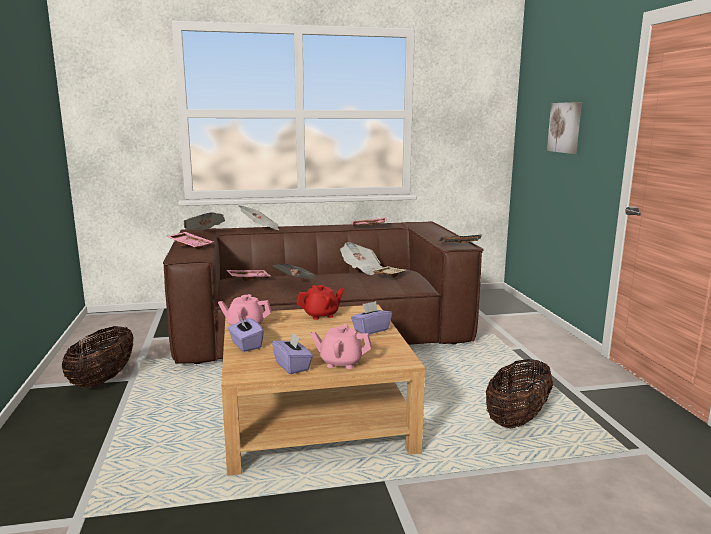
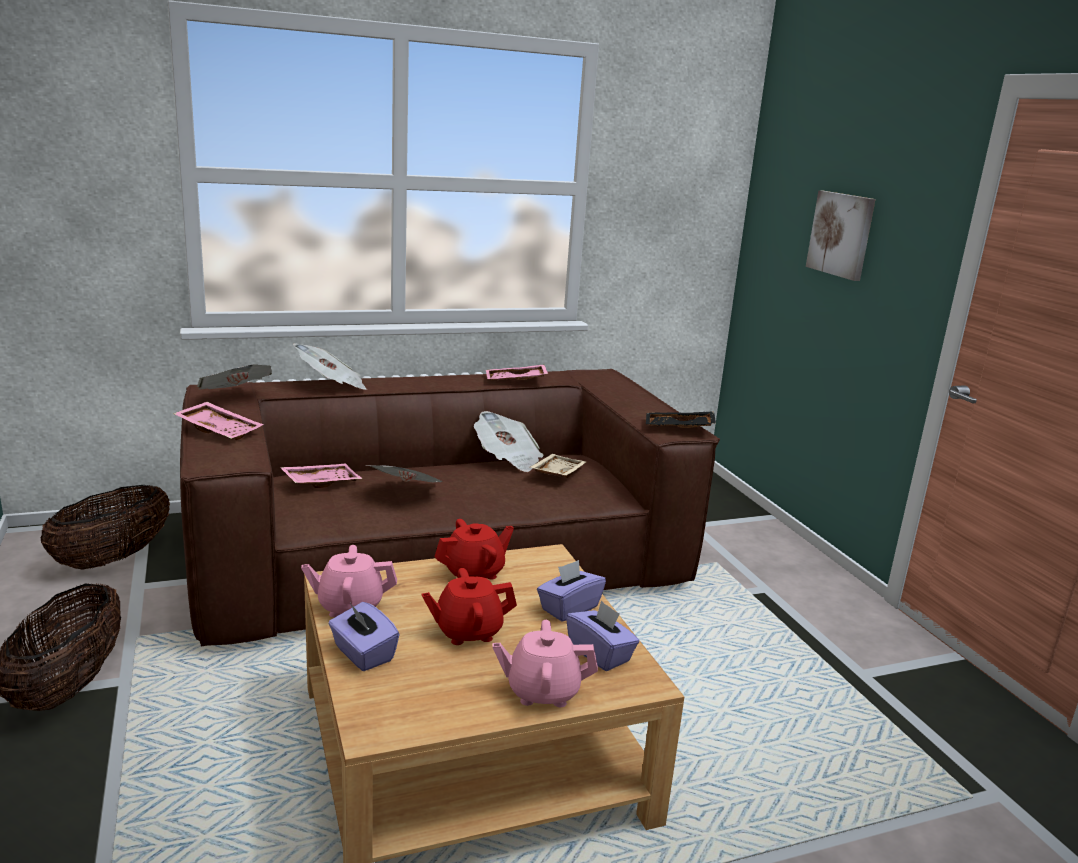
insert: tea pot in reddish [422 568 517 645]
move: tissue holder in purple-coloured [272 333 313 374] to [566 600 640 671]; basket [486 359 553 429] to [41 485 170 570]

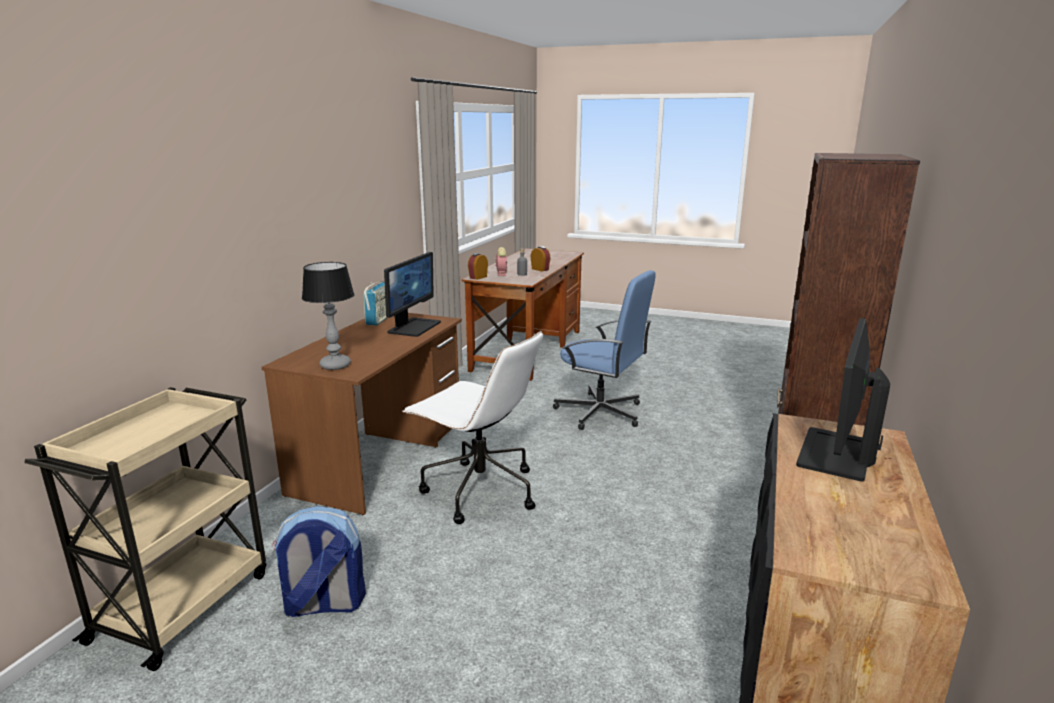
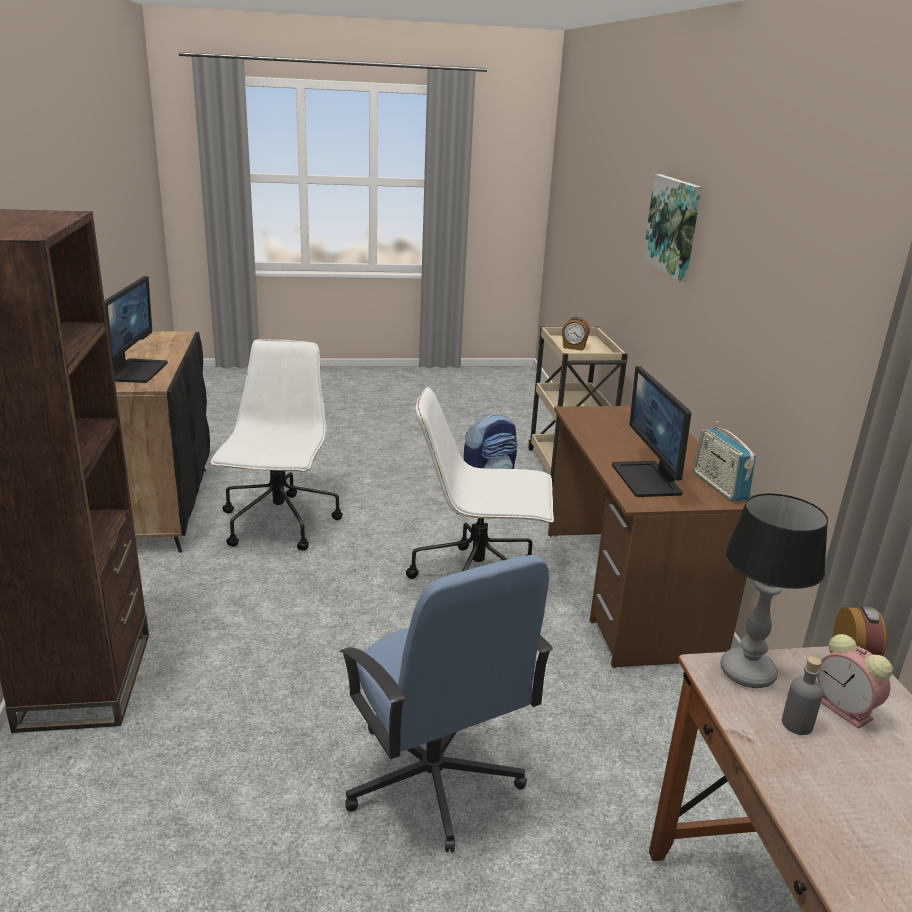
insert: office chair in white-coloured [211 339 343 551]; wall picture [643 174 702 282]
move: table lamp [302 262 354 370] to [720 493 828 688]; table clock [530 246 551 272] to [562 317 590 351]
rotate: office chair in blue-coloured [553 270 656 430] = [339 555 553 853] 120 degrees counterclockwise

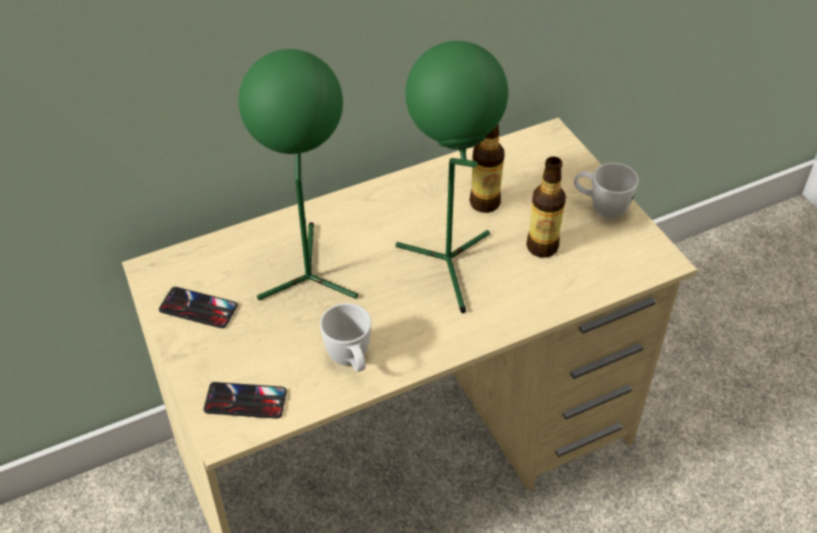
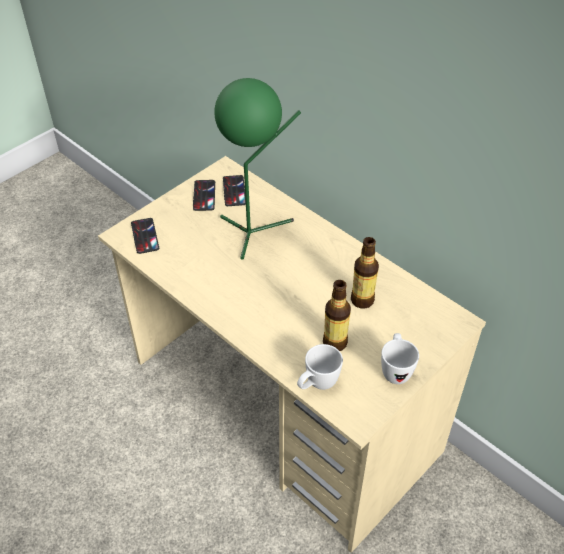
delete: table lamp in greenish [396 41 508 313]
insert: phone [223 175 246 206]
move: coffee mug in white-coloured [320 303 371 372] to [297 344 343 390]

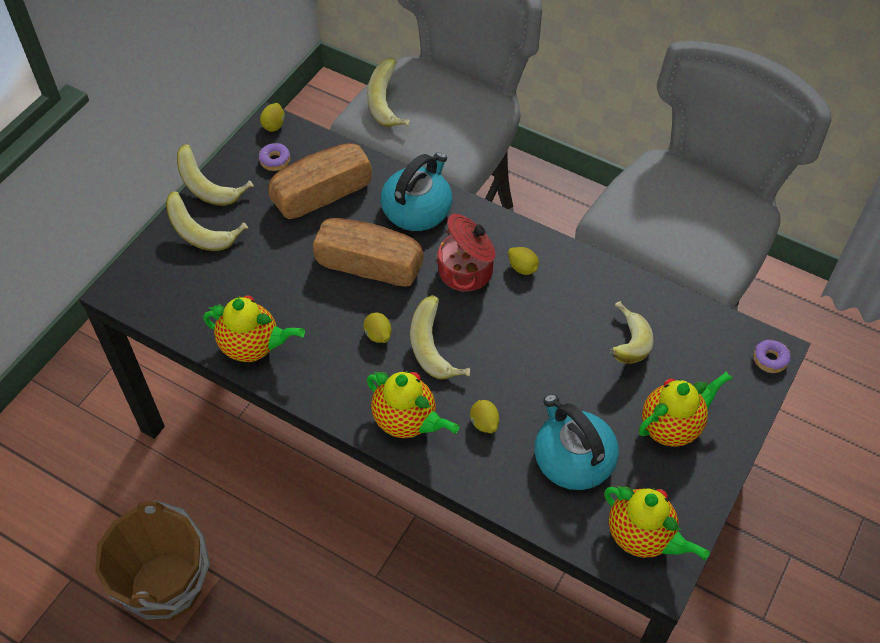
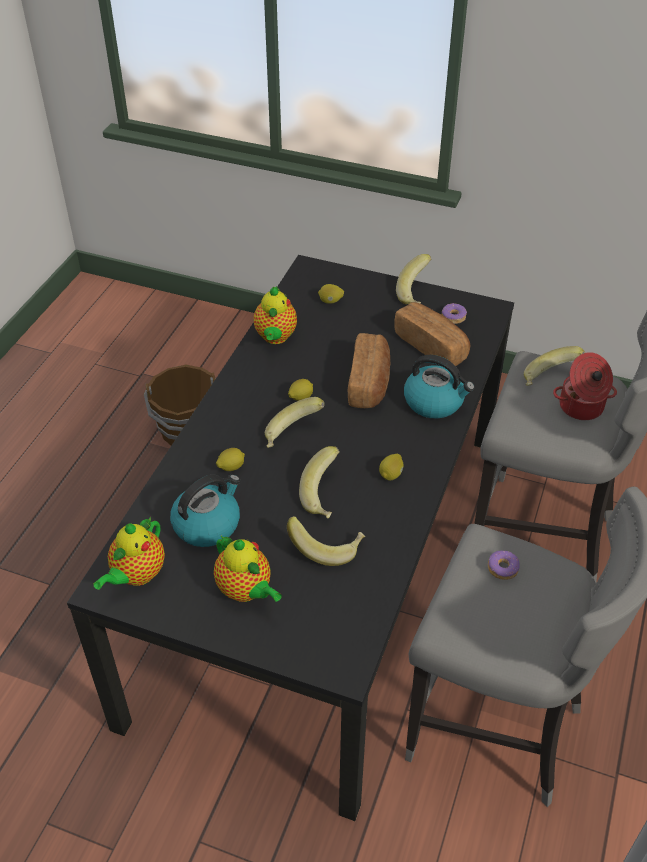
delete: tea pot [367 371 460 438]
move: banana fruit [166 191 248 251] to [299 446 339 518]; citrus fruit [260 103 285 132] to [318 284 344 304]; saucepot [436 214 495 292] to [553 352 617 420]; doughnut [753 340 791 373] to [488 551 520 580]

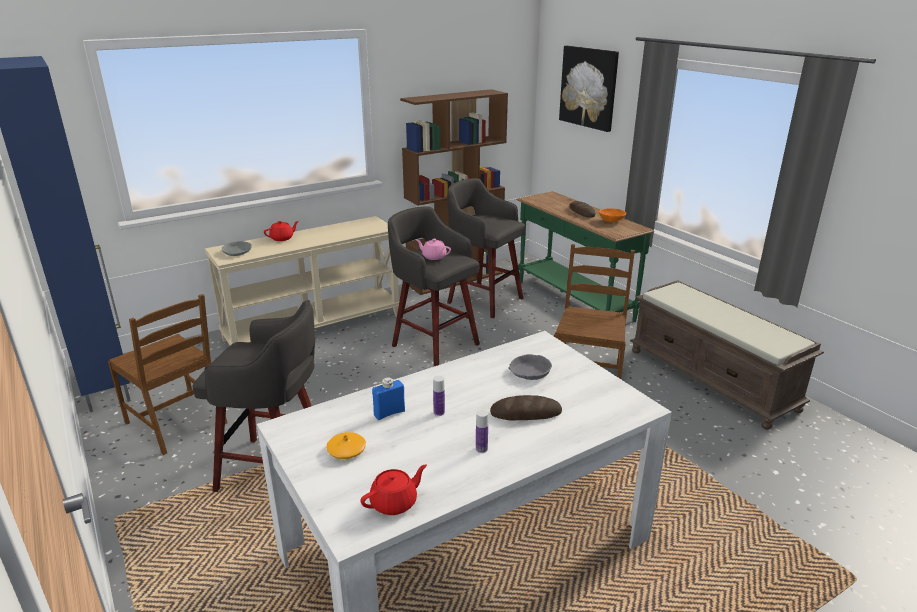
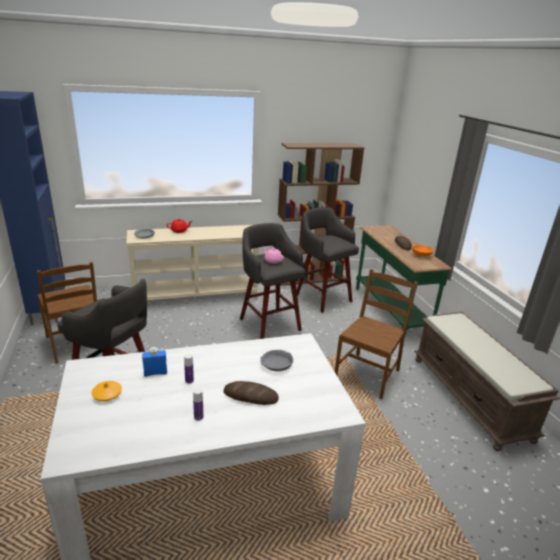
delete: tea pot in reddish [360 464 427 515]; wall picture [559 46 619 132]

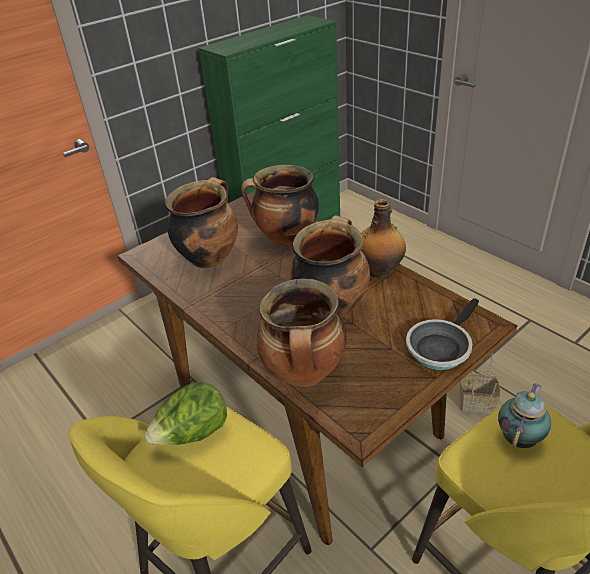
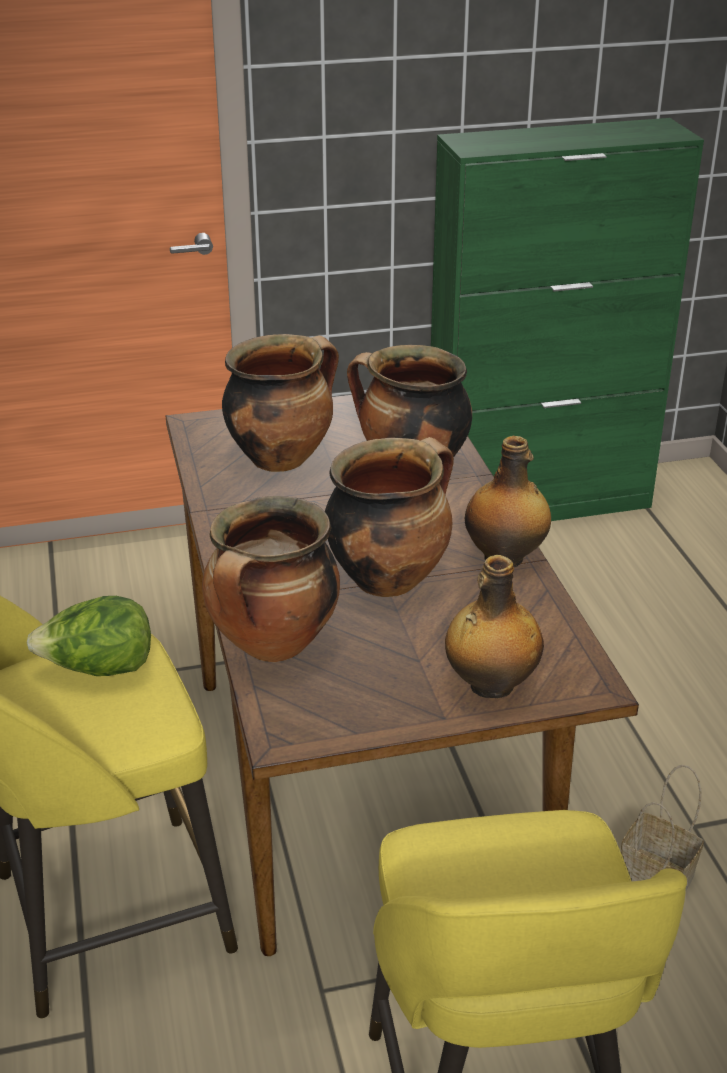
delete: tea pot [498 383 551 448]
replace: skillet [406 298 479 370] to drink bottle [445 555 544 698]

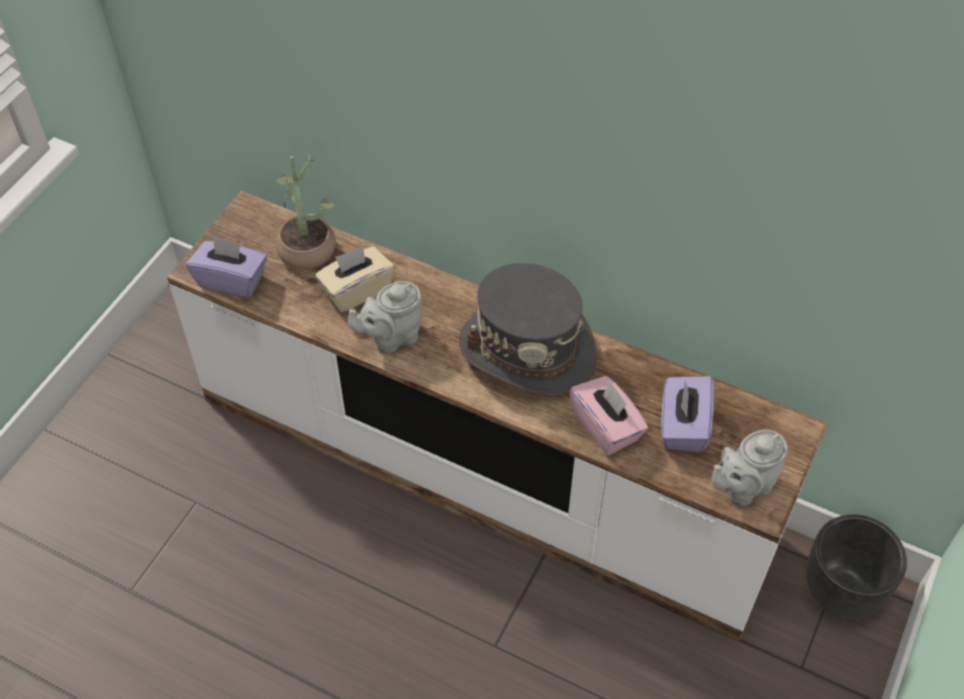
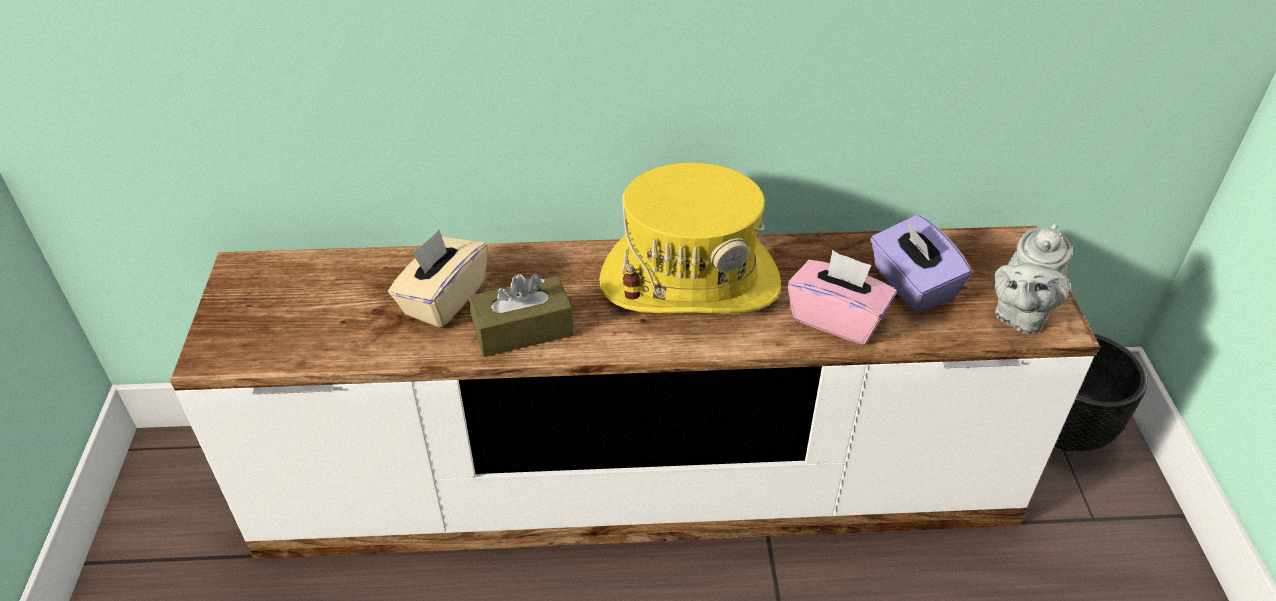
delete: tissue holder in purple-coloured [186 236 267 298]; houseplant [276 155 336 270]
replace: tea pot in greyish [348 281 423 353] to tissue holder in brown [469 274 574 357]
recolor: wearable hat in greyish [459 263 596 396] to wearable hat in yellow [599 163 781 314]

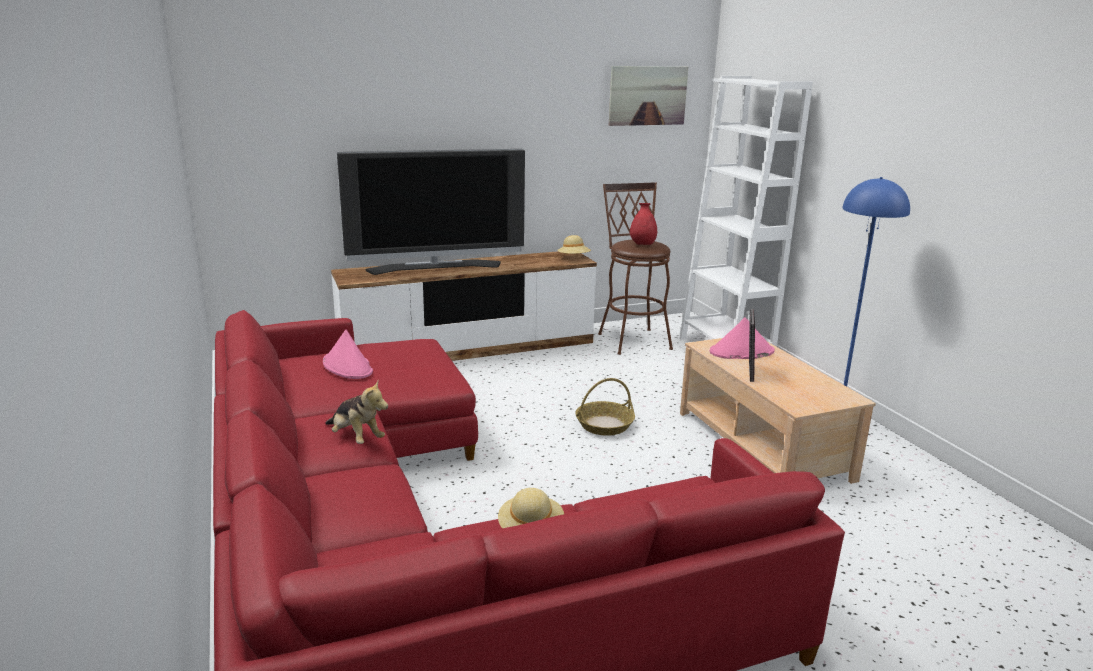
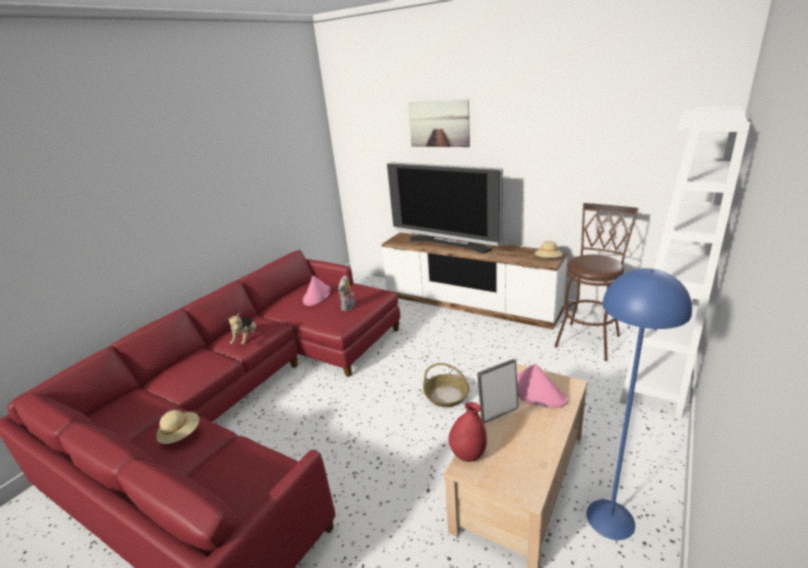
insert: soft toy [338 275 355 311]
move: wall picture [609 66 688 126] to [408 99 470 147]; decorative vase in reddish [630 203 657 245] to [448 402 487 462]

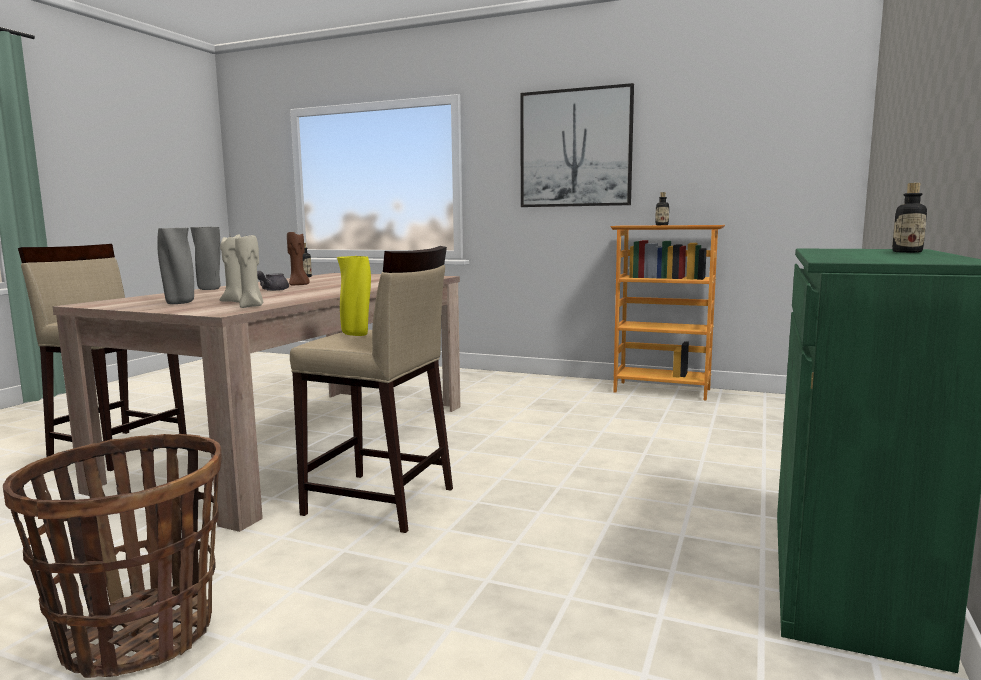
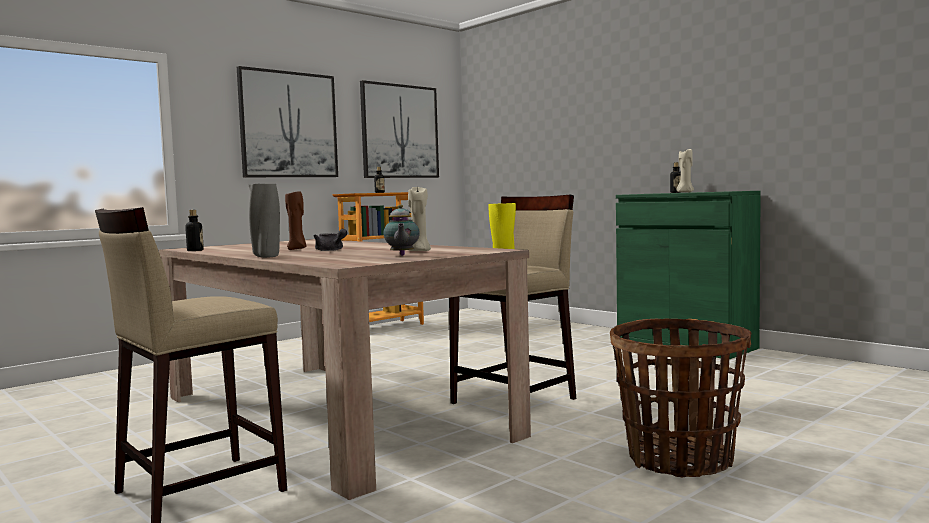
insert: wall picture [360 80 439 178]
move: wax candle in beige-coloured [235 235 263 308] to [677 148 694 192]
replace: decorative vase in greyish [157 228 194 304] to tea pot [383 205 420 256]

